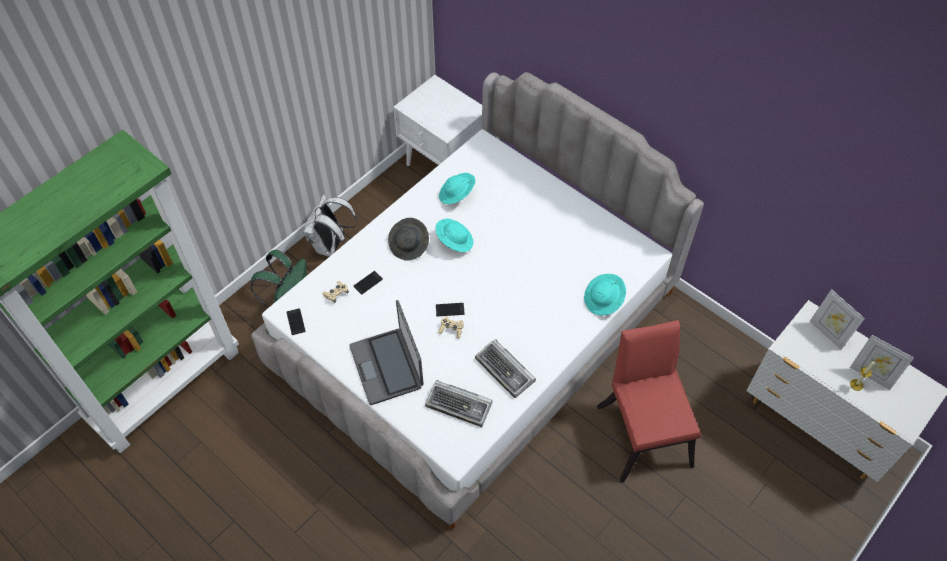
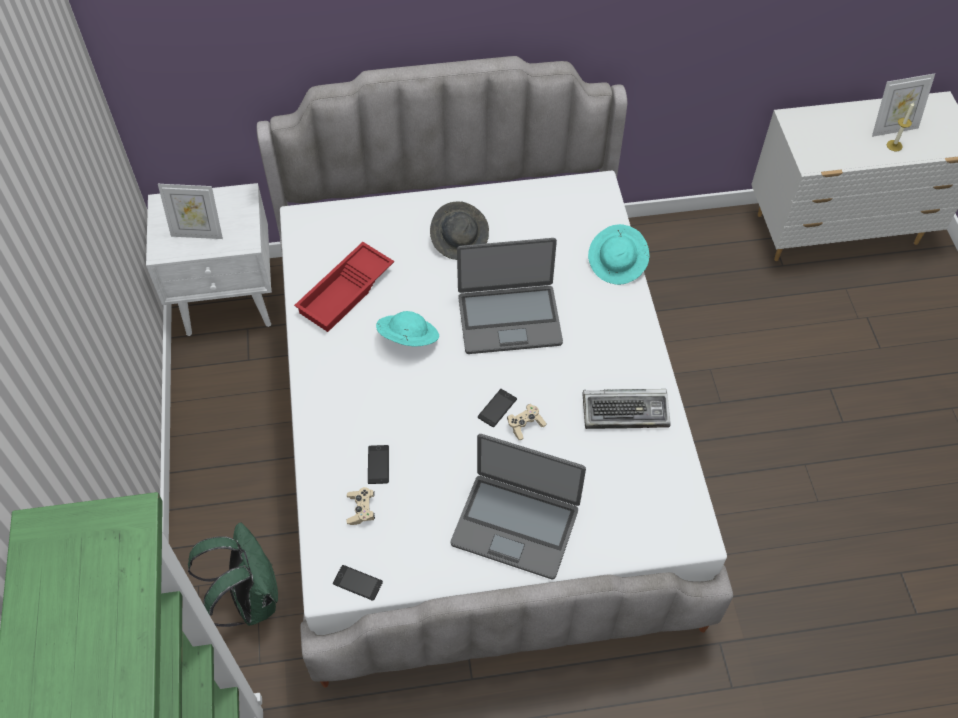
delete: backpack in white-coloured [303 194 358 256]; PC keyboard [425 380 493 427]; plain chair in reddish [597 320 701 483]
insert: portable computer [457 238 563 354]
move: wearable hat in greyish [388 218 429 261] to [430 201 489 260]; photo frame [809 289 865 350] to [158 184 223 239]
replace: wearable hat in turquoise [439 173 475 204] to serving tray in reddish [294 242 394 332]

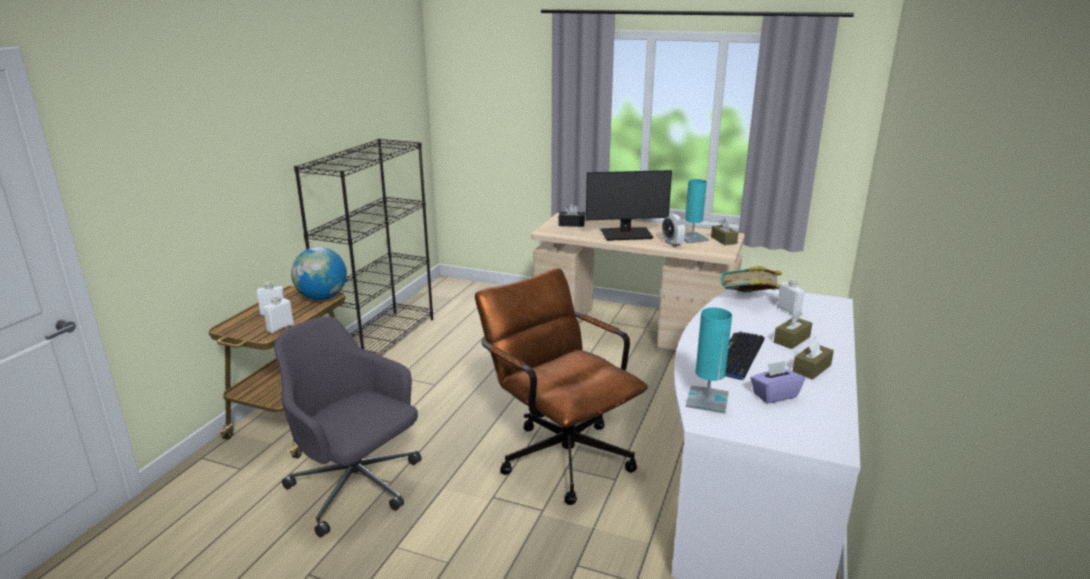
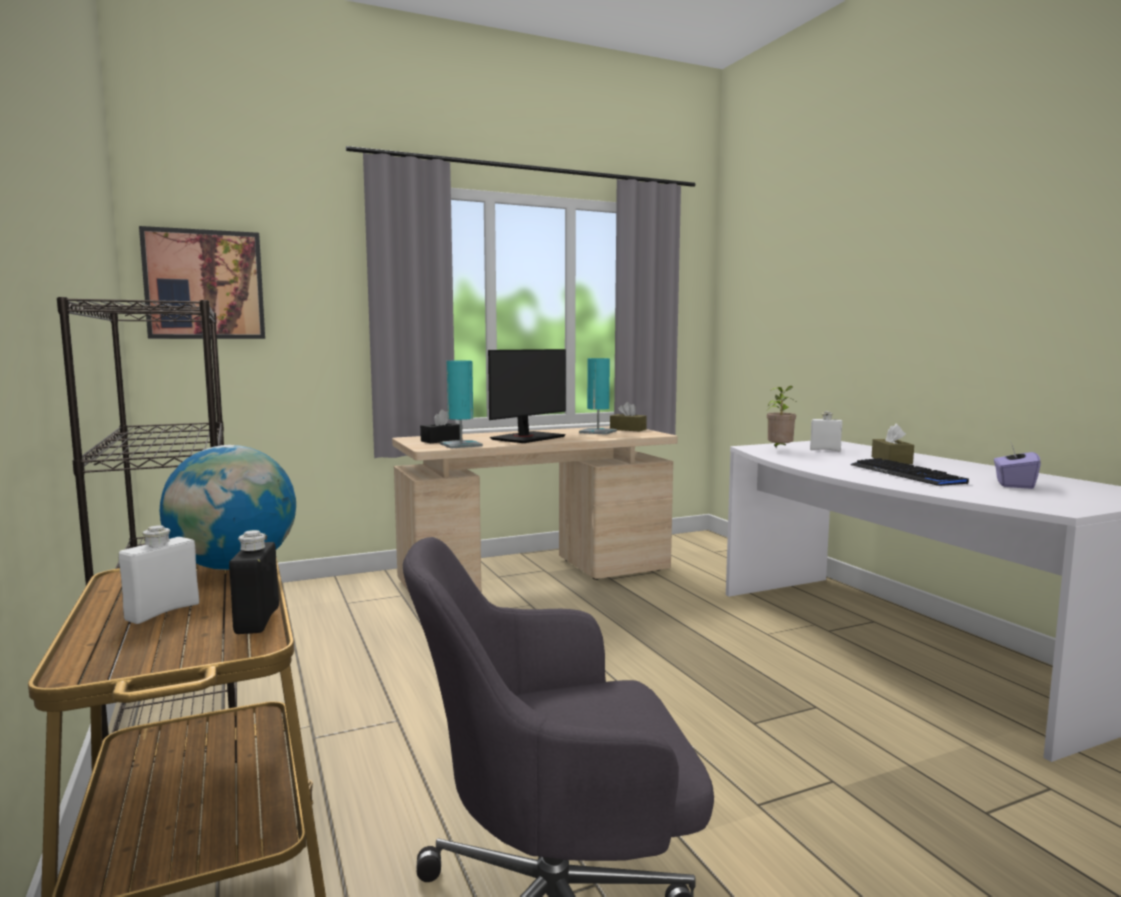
delete: office chair in brown [475 268 648 505]; table clock [662 214 686 247]; tissue holder in brown [792 337 834 380]
insert: wall picture [139 226 265 339]
move: table lamp in turquoise [686 307 732 413] to [440 361 483 449]
replace: bound book [721 266 782 293] to houseplant [767 386 796 448]
recolor: drink bottle in white-coloured [263 295 294 333] to drink bottle in black [229 530 279 634]

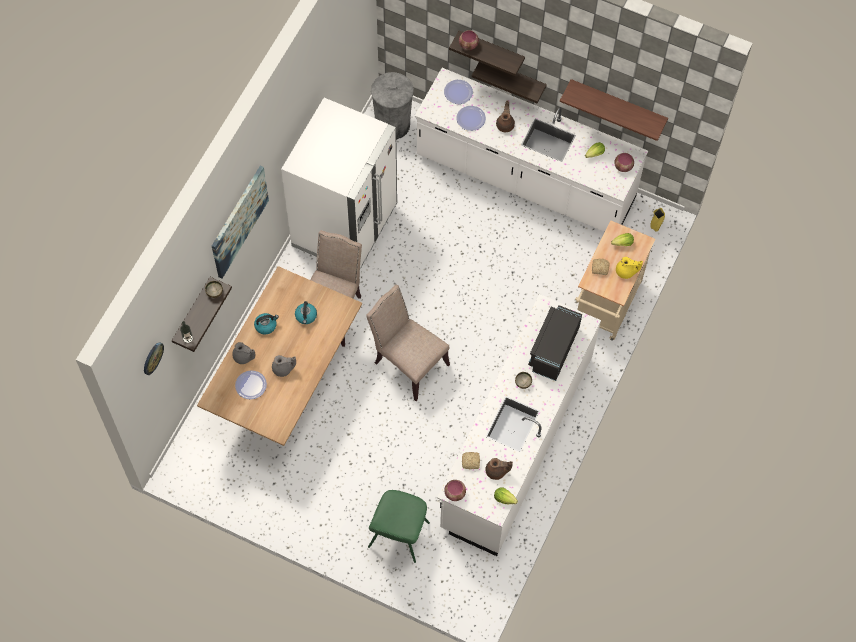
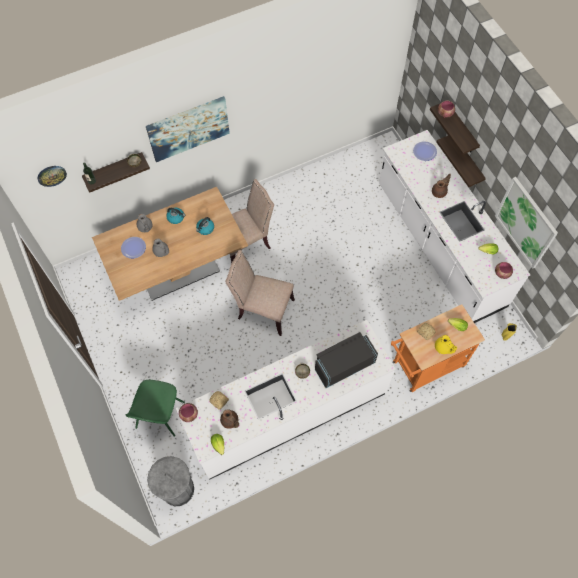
delete: refrigerator in white-coloured [281 98 397 269]; flat dish [456 106 486 131]
move: trash can in greyish [371 72 414 139] to [147 456 194 507]
replace: bracket shelf [560 79 668 141] to wall picture [495 177 558 269]
recolor: cart in beige-coloured [575 220 655 341] to cart in orange-coloured [391 304 485 392]
rotate: plain chair in beige-coloured [366 285 450 401] = [225 250 295 336] 60 degrees counterclockwise; plain chair in greenish [368 490 430 563] = [125 380 185 437] 45 degrees counterclockwise

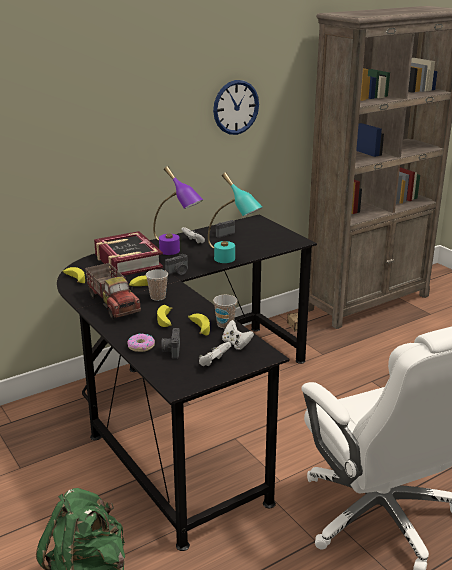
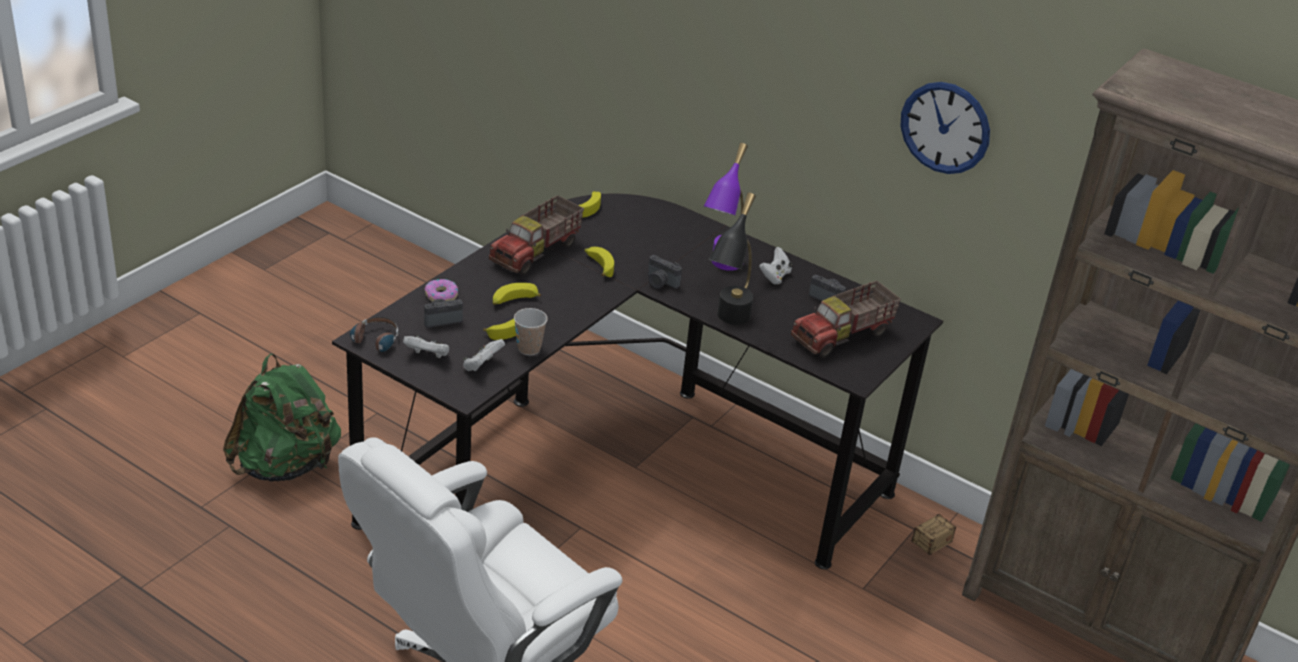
delete: bound book [94 231 163 277]; drinking cup [146 269 168 301]
insert: pair of headphones [344 317 398 352]; toy lorry [791 281 901 358]
recolor: table lamp in turquoise [208 172 262 263] to table lamp in black [709 193 756 325]

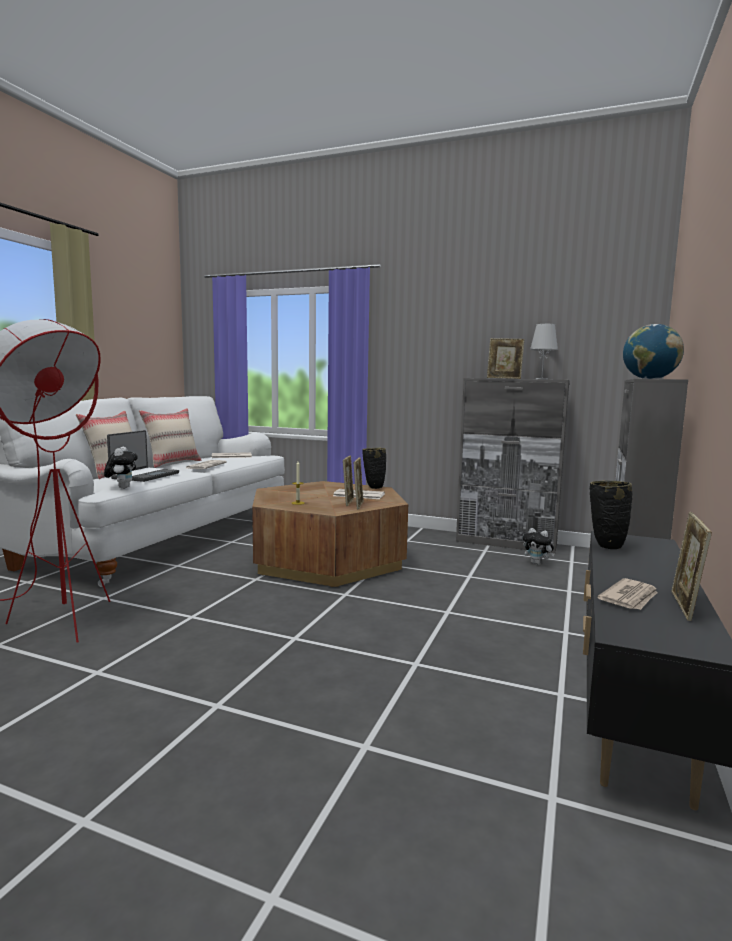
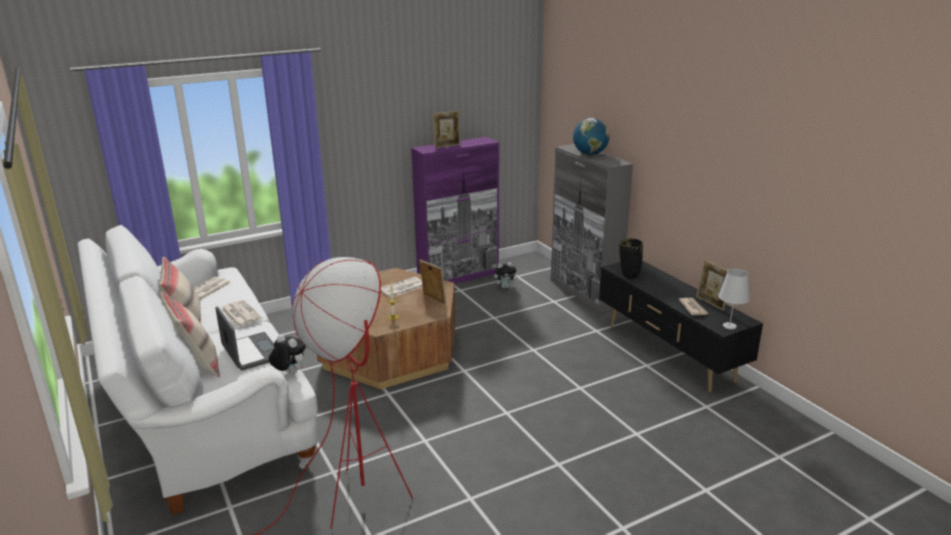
delete: photo frame [343 455 354 506]; decorative vase in black [363 448 386 489]
move: table lamp in white-coloured [530 324 558 379] to [718 269 750 330]
recolor: storage cabinet in greyish [456 378 570 554] to storage cabinet in purple-coloured [411 137 499 284]

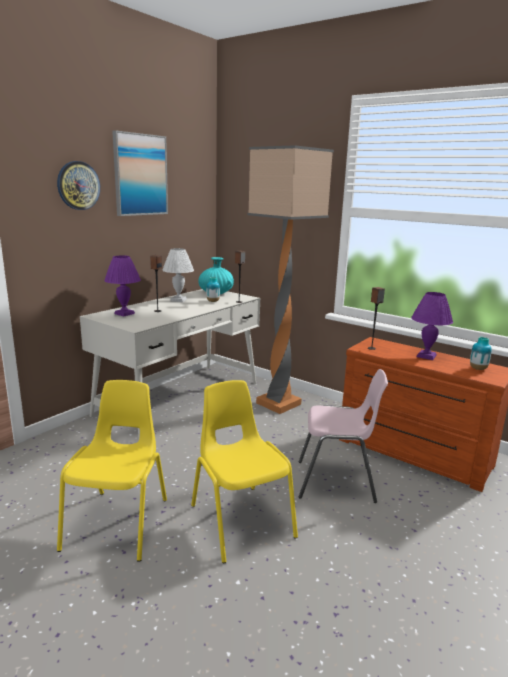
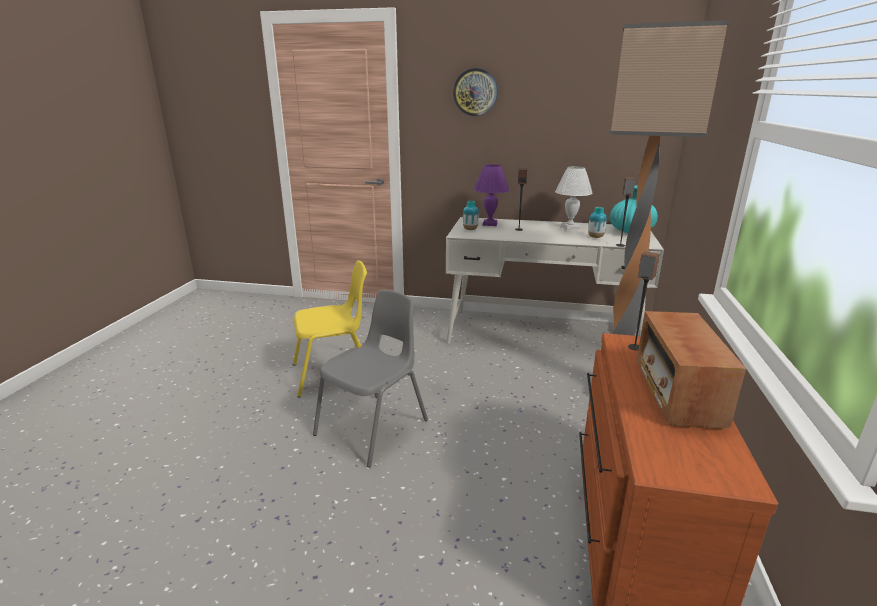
delete: wall picture [112 130 168 216]; plain chair in pinkish [299 369 388 503]
move: decorative vase [470 337 492 370] to [463 201 479 230]
replace: table lamp in purple-coloured [411 292 453 360] to radio set [636 311 746 429]
recolor: plain chair in yellow [191 380 298 564] to plain chair in greyish [313 290 428 468]

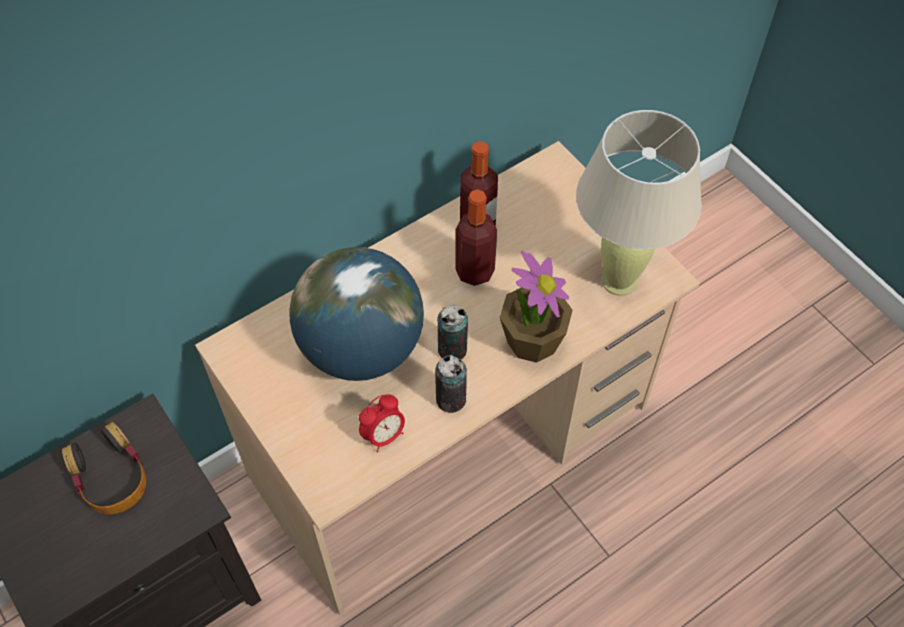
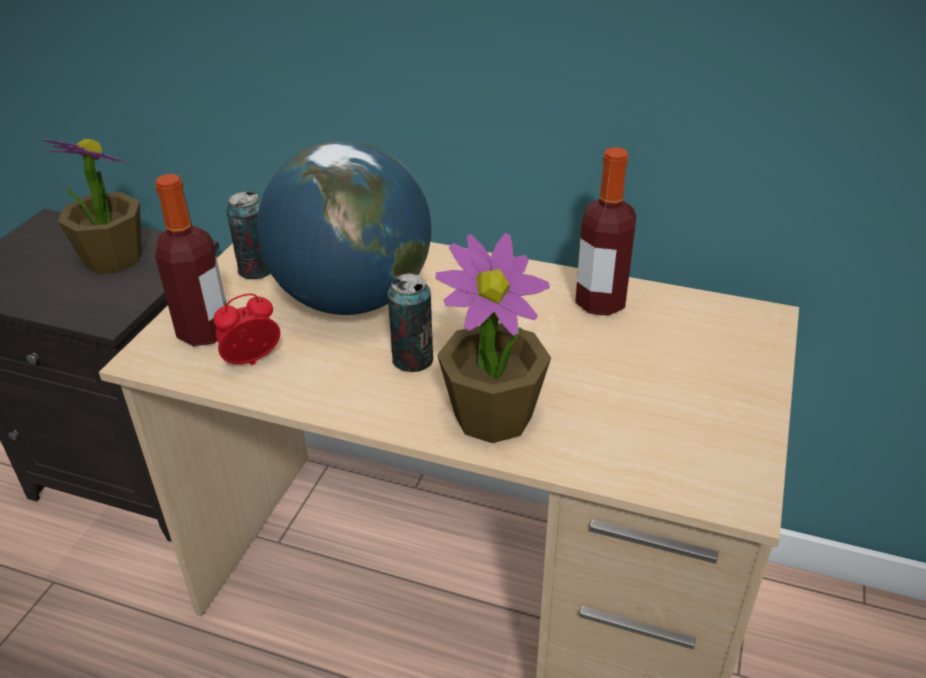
delete: table lamp in beige-coloured [576 110 702 296]
move: sealed can [435 355 467 413] to [226 191 271 279]; drink bottle [455 189 497 286] to [155 174 226 346]
replace: pair of headphones [62 422 146 514] to houseplant [41 139 141 274]
rotate: table clock [359 394 405 452] = [213 294 280 365] 135 degrees clockwise

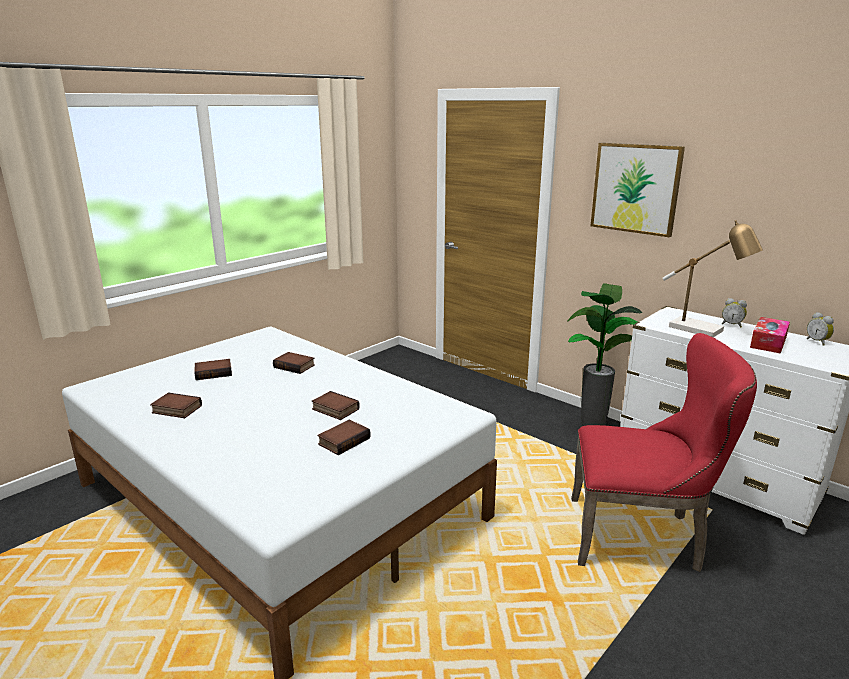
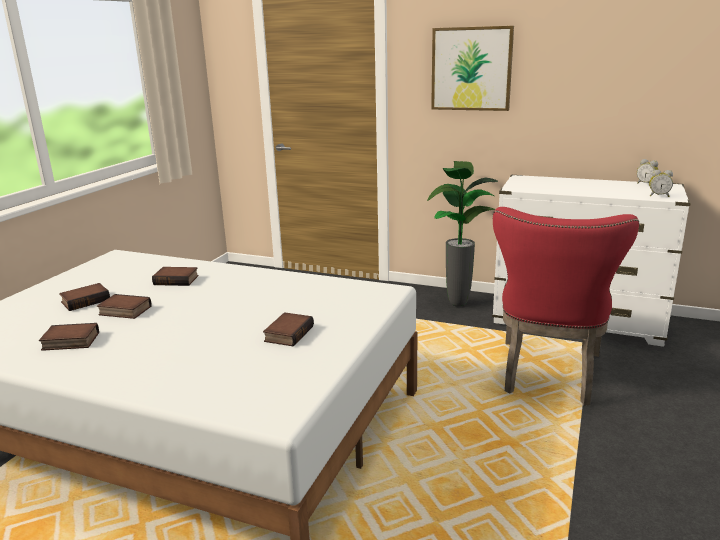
delete: table lamp [663 220 763 337]; tissue holder [750 317 790 354]
move: bound book [312 391 360 420] to [97 294 152 319]; table clock [722 298 747 328] to [649 170 673 197]
rotate: plain chair in reddish [571 333 757 572] = [493 207 639 406] 120 degrees clockwise

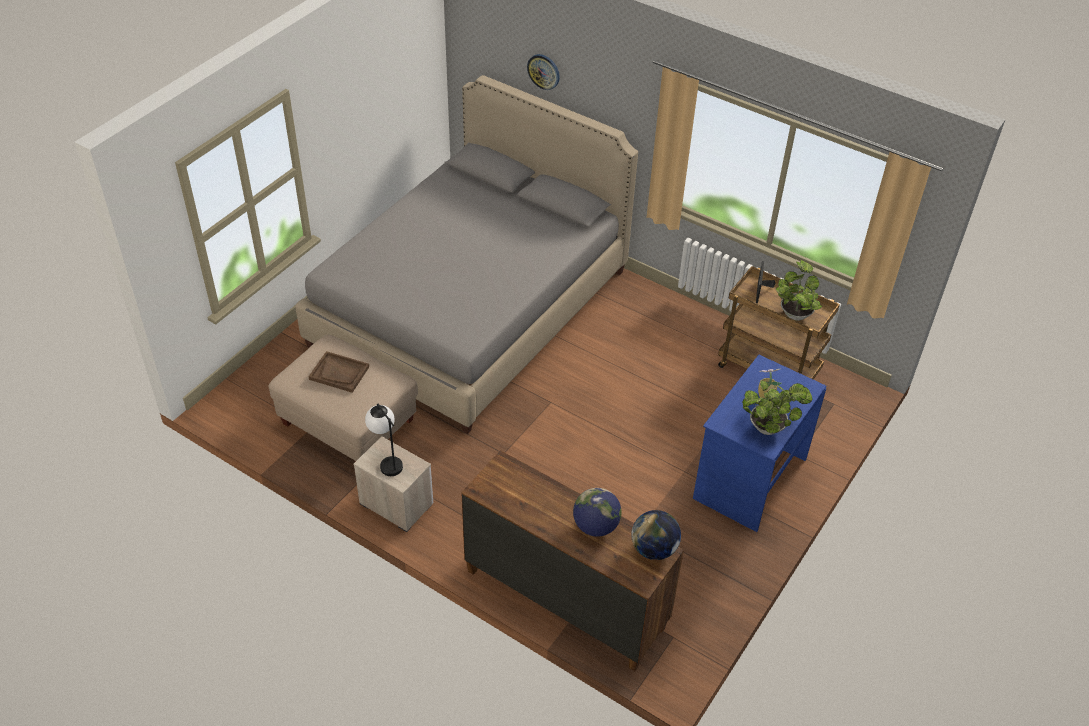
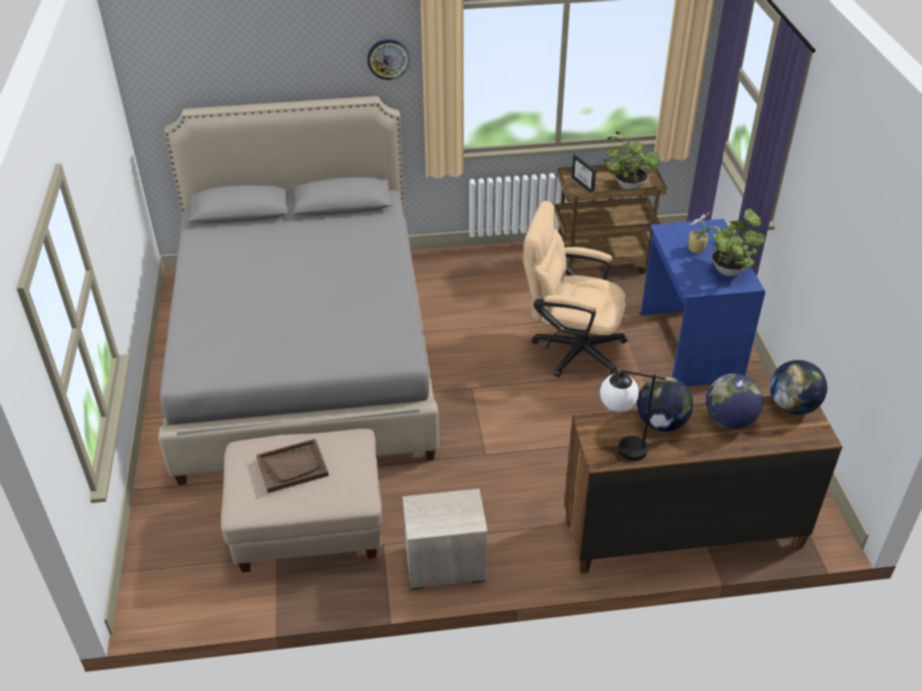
insert: office chair in beige-coloured [523 201 628 377]; world globe [637 376 693 432]
move: table lamp [365 404 403 476] to [600 370 666 461]; hanging clock [527 54 560 90] to [367 39 410 80]

